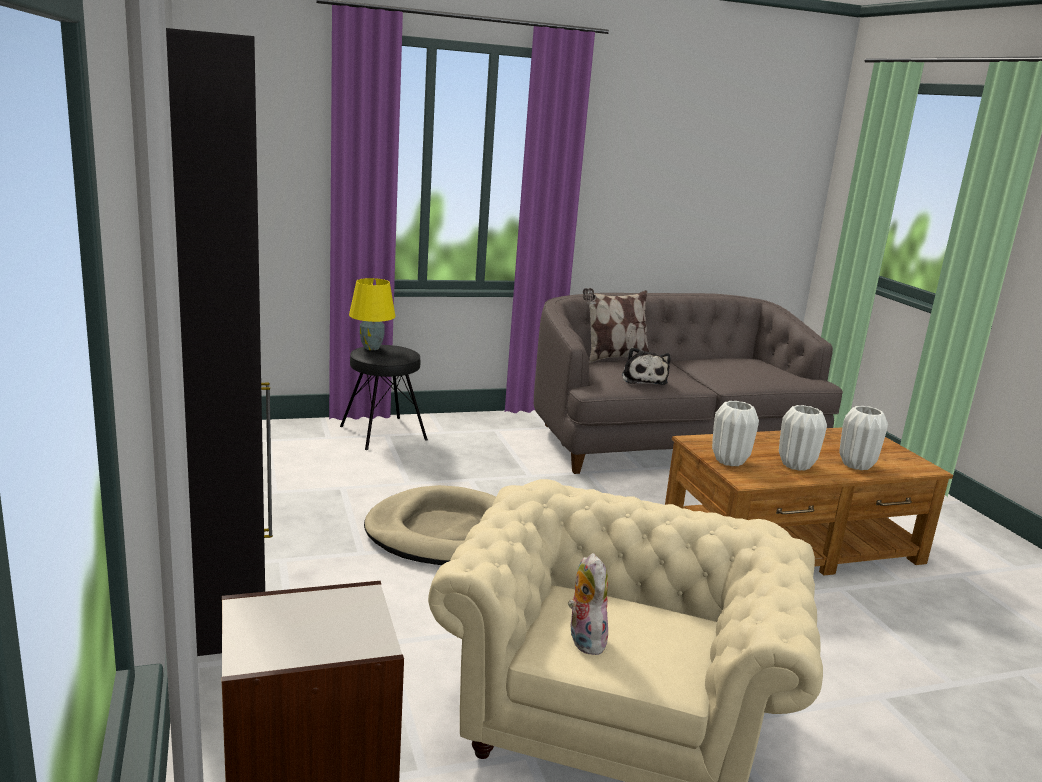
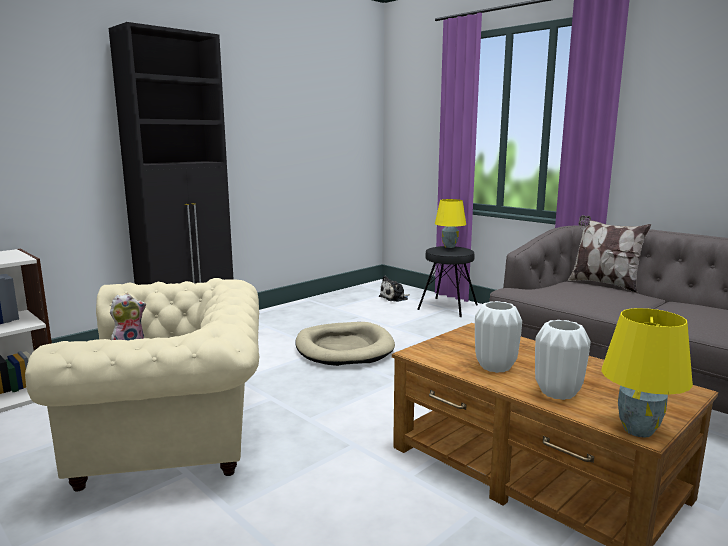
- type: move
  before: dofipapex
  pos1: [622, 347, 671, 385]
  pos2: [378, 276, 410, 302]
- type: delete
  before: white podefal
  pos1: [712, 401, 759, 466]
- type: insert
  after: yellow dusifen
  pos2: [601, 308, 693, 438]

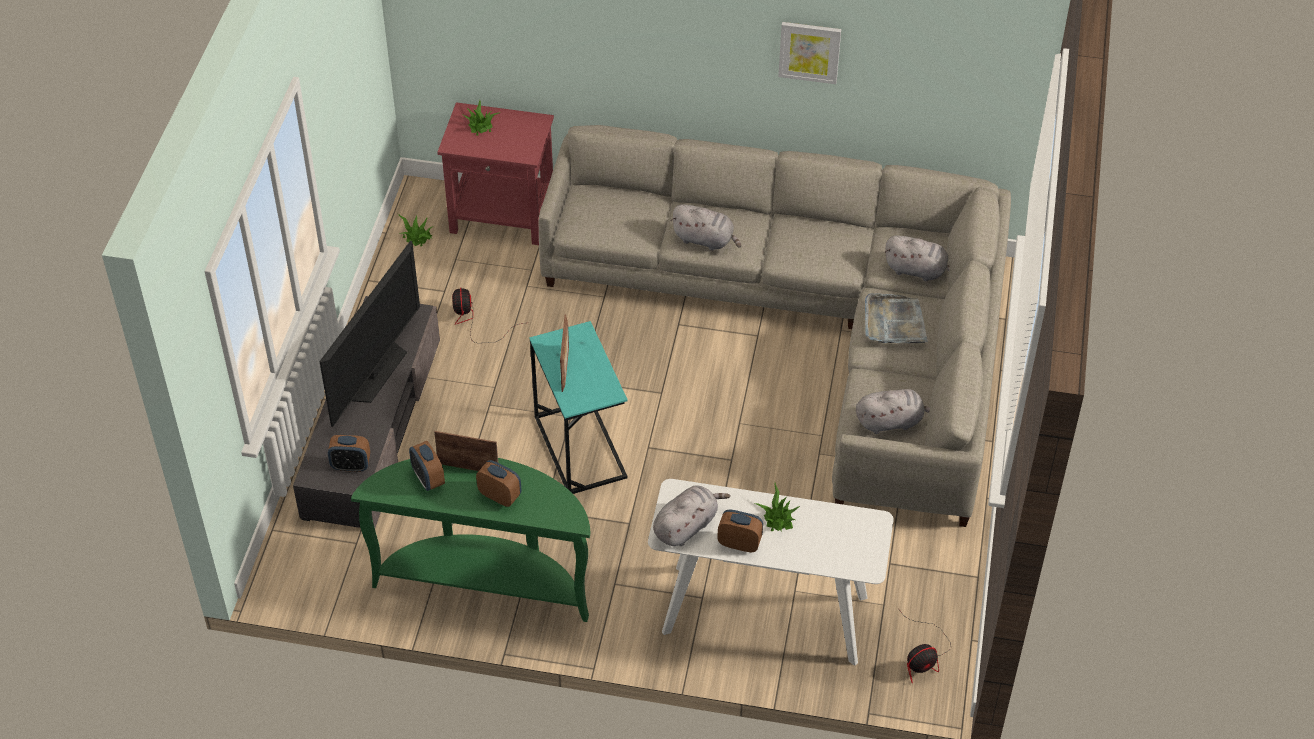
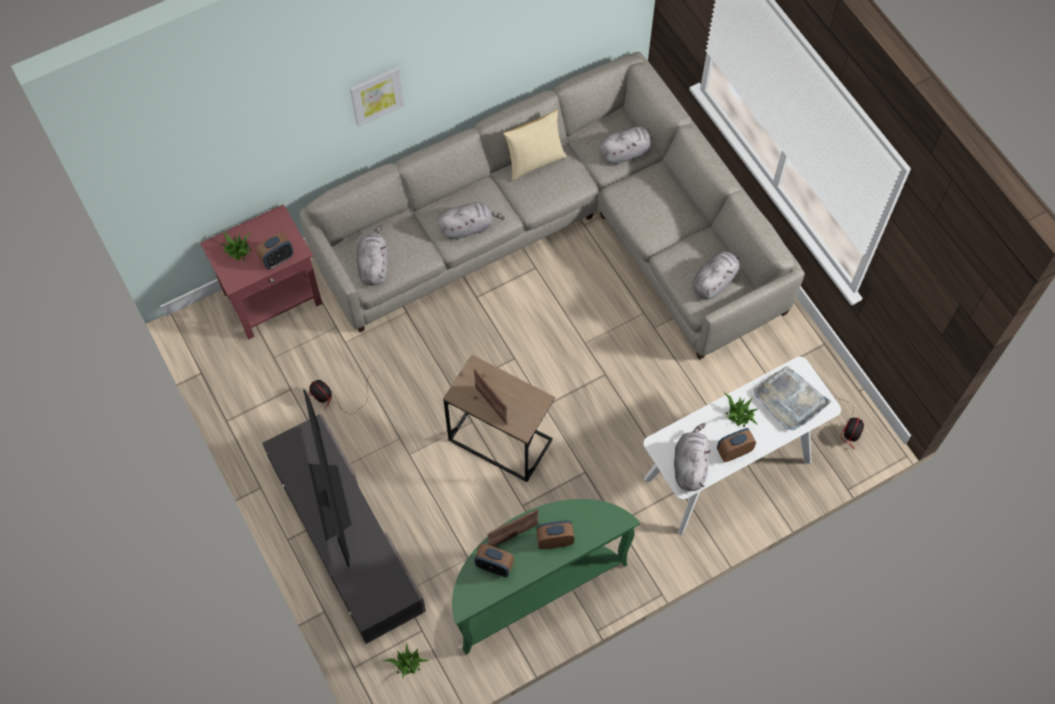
- type: move
  before: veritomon
  pos1: [328, 435, 370, 472]
  pos2: [256, 233, 293, 269]
- type: move
  before: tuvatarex
  pos1: [397, 213, 432, 246]
  pos2: [382, 643, 430, 679]
- type: recolor
  before: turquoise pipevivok
  after: brown pipevivok
  pos1: [529, 321, 628, 494]
  pos2: [443, 355, 555, 482]
- type: move
  before: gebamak
  pos1: [778, 22, 841, 84]
  pos2: [350, 66, 404, 127]
- type: move
  before: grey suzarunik
  pos1: [865, 294, 928, 343]
  pos2: [754, 366, 832, 430]
- type: insert
  after: grey dofipapex
  pos2: [357, 226, 388, 286]
- type: insert
  after: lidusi
  pos2: [503, 110, 567, 181]

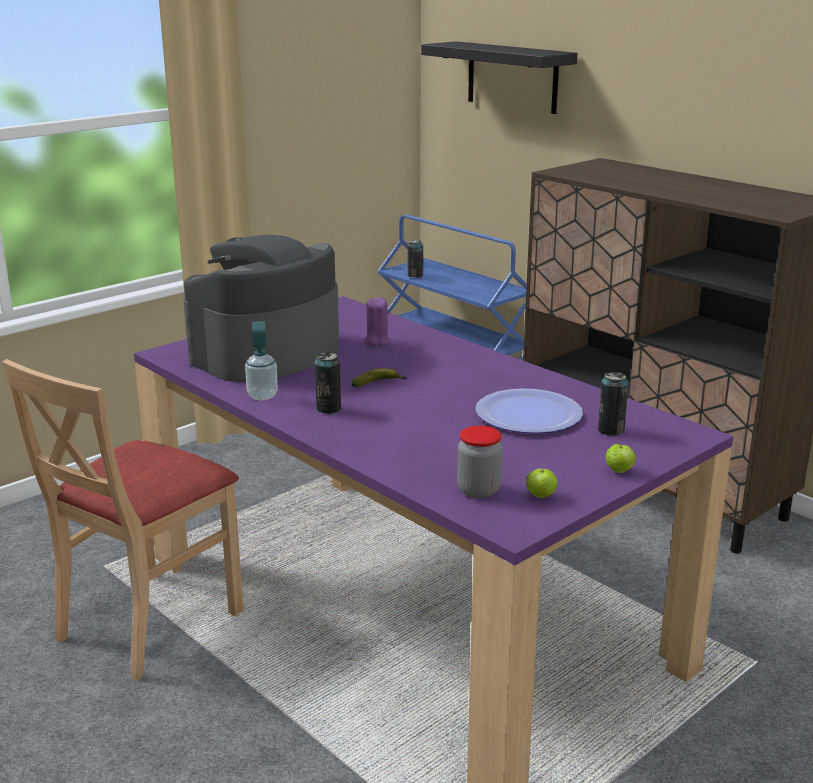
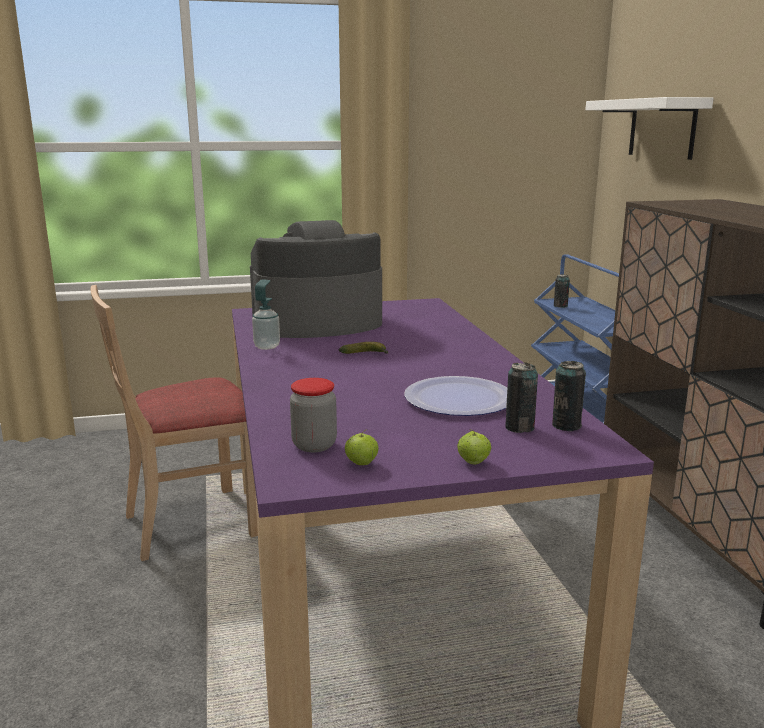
- type: move
  before: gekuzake
  pos1: [314, 352, 341, 414]
  pos2: [552, 361, 586, 431]
- type: delete
  before: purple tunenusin
  pos1: [364, 297, 390, 346]
- type: recolor
  before: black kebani
  after: white kebani
  pos1: [421, 41, 578, 114]
  pos2: [585, 97, 714, 160]

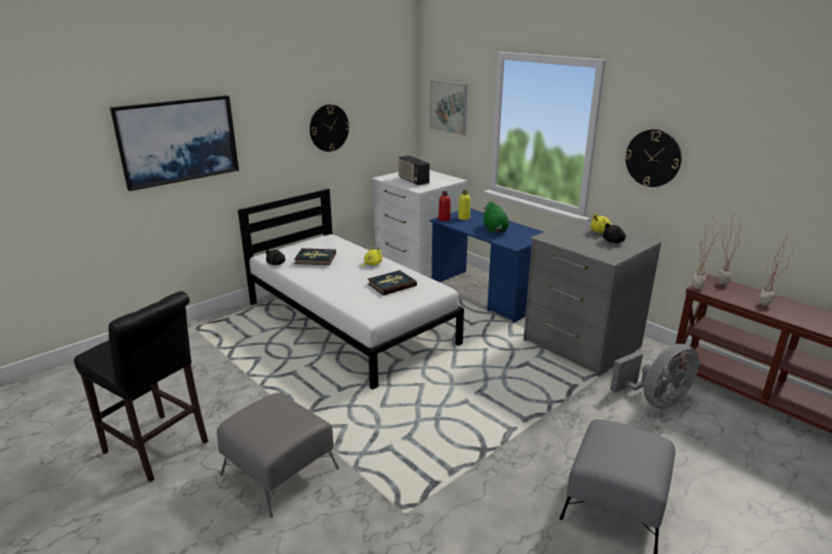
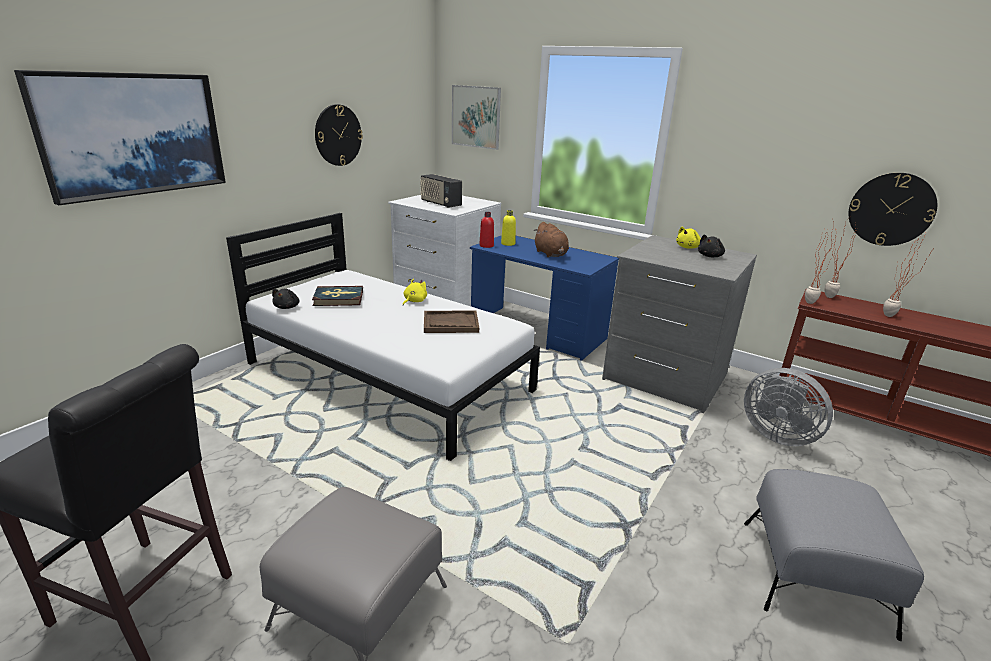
- type: replace
  before: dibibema
  after: brown suzarunik
  pos1: [368, 270, 417, 295]
  pos2: [424, 311, 479, 333]
- type: recolor
  before: green dofipapex
  after: brown dofipapex
  pos1: [483, 201, 509, 233]
  pos2: [533, 222, 569, 257]
- type: rotate
  before: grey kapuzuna
  pos1: [610, 344, 699, 409]
  pos2: [744, 368, 833, 446]
  turn: 90
- type: move
  before: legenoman
  pos1: [625, 129, 681, 187]
  pos2: [848, 173, 937, 246]

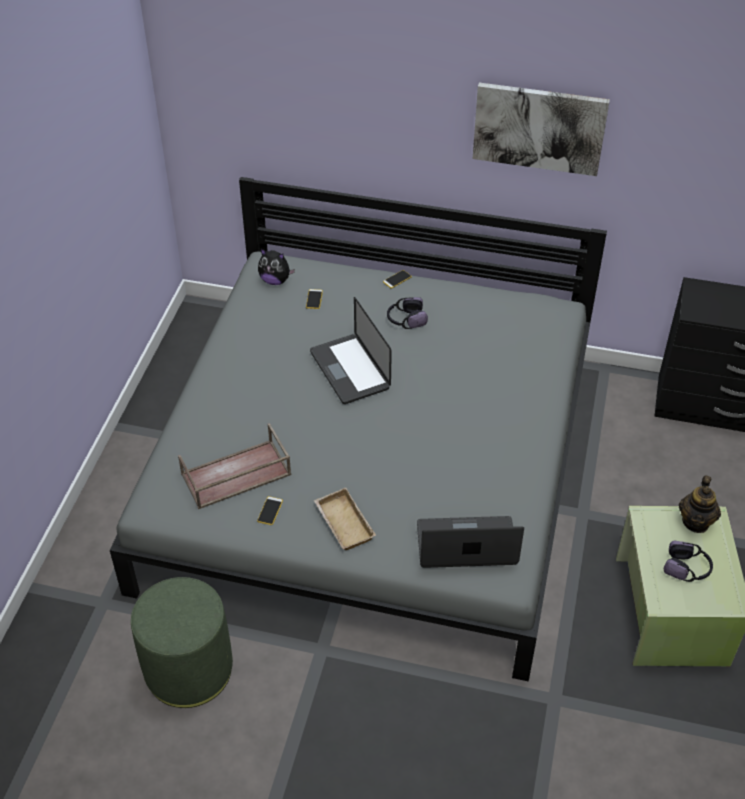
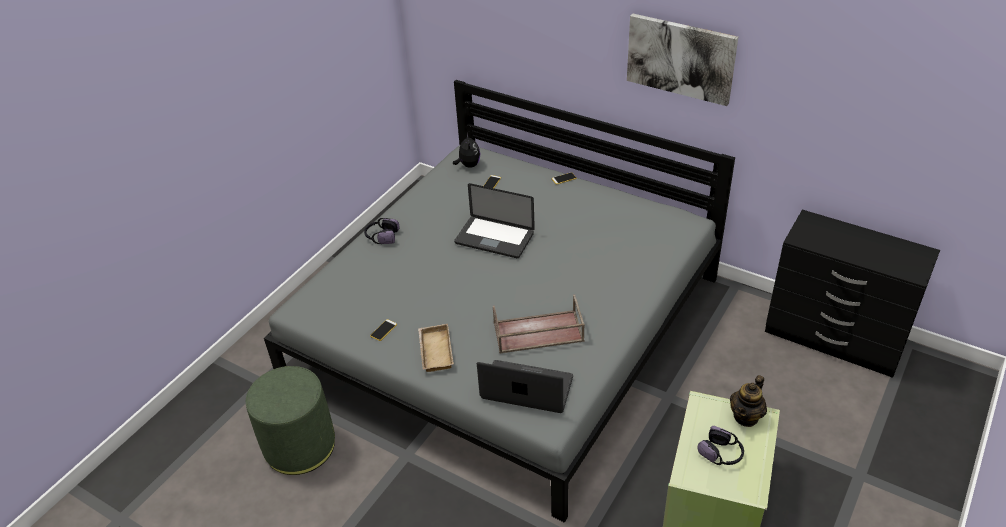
- type: move
  before: brown suzarunik
  pos1: [178, 423, 291, 509]
  pos2: [493, 295, 585, 354]
- type: rotate
  before: dofipapex
  pos1: [258, 249, 295, 285]
  pos2: [453, 133, 480, 168]
  turn: -135
- type: rotate
  before: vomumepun
  pos1: [310, 297, 392, 404]
  pos2: [454, 183, 535, 258]
  turn: -60
- type: move
  before: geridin
  pos1: [387, 297, 428, 329]
  pos2: [364, 218, 399, 244]

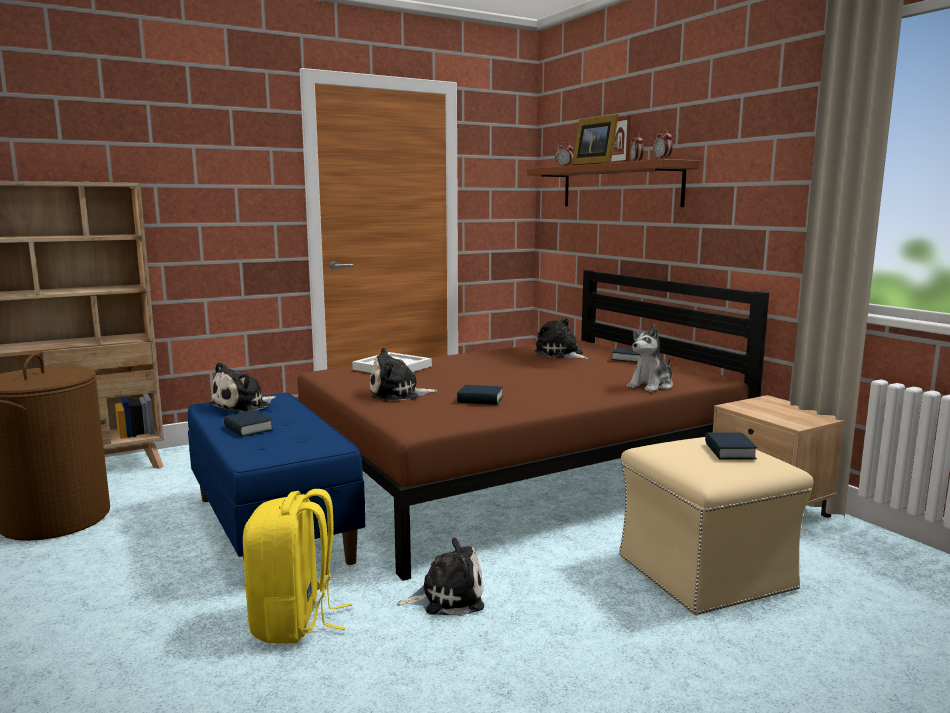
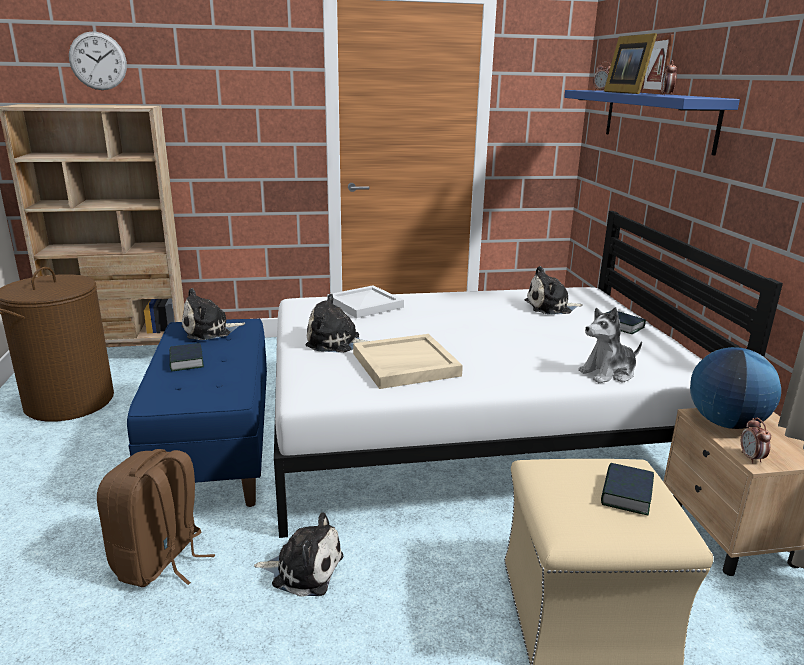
- type: recolor
  before: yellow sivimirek
  after: brown sivimirek
  pos1: [243, 489, 352, 643]
  pos2: [97, 449, 215, 587]
- type: recolor
  before: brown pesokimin
  after: white pesokimin
  pos1: [297, 270, 769, 581]
  pos2: [274, 211, 783, 538]
- type: replace
  before: dibibema
  after: beige suzarunik
  pos1: [457, 385, 503, 405]
  pos2: [353, 334, 463, 389]
- type: recolor
  before: brown kebani
  after: blue kebani
  pos1: [527, 159, 700, 207]
  pos2: [564, 90, 740, 156]
- type: rotate
  before: dofipapex
  pos1: [534, 317, 589, 359]
  pos2: [525, 266, 583, 314]
  turn: -75
- type: move
  before: veritomon
  pos1: [654, 129, 673, 159]
  pos2: [741, 418, 771, 464]
- type: insert
  after: legenoman
  pos2: [69, 31, 127, 90]
- type: insert
  after: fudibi
  pos2: [690, 347, 781, 429]

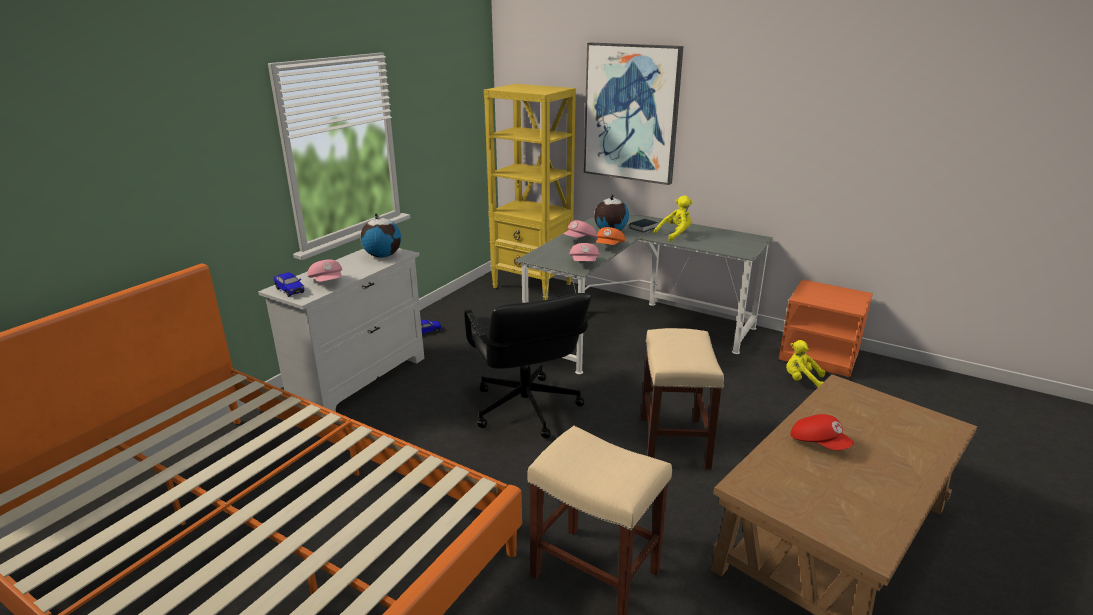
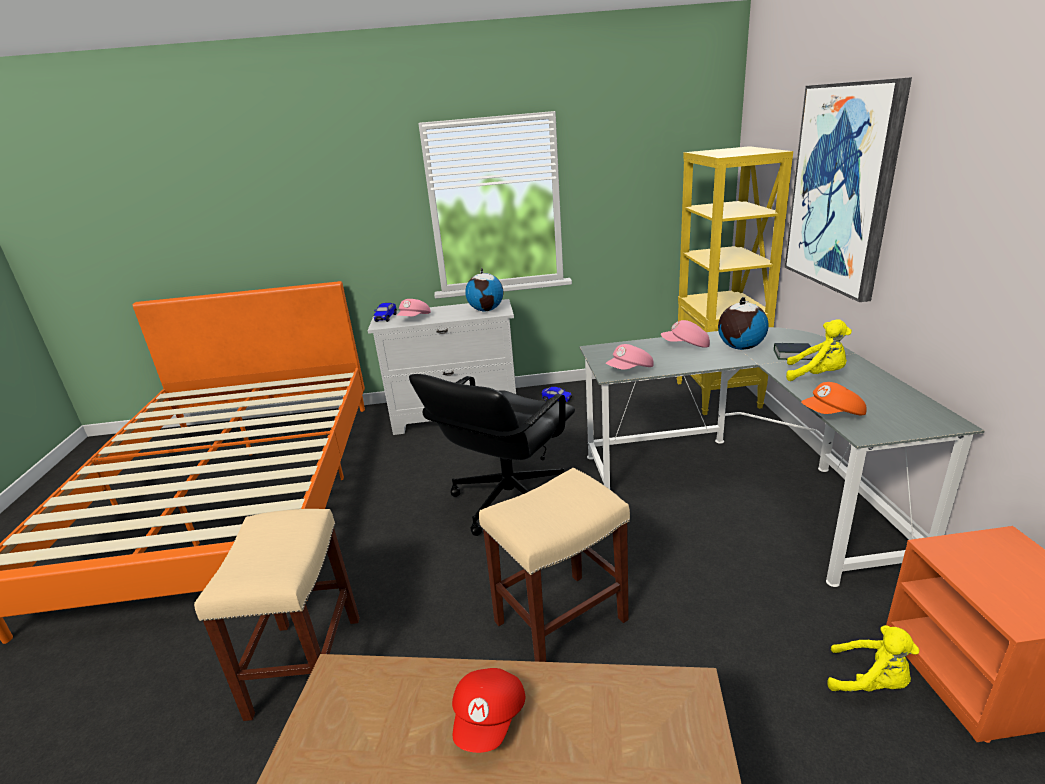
- type: move
  before: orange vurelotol
  pos1: [596, 227, 625, 245]
  pos2: [801, 382, 867, 415]
- type: rotate
  before: yellow dofipapex
  pos1: [786, 340, 825, 387]
  pos2: [827, 625, 920, 691]
  turn: 135

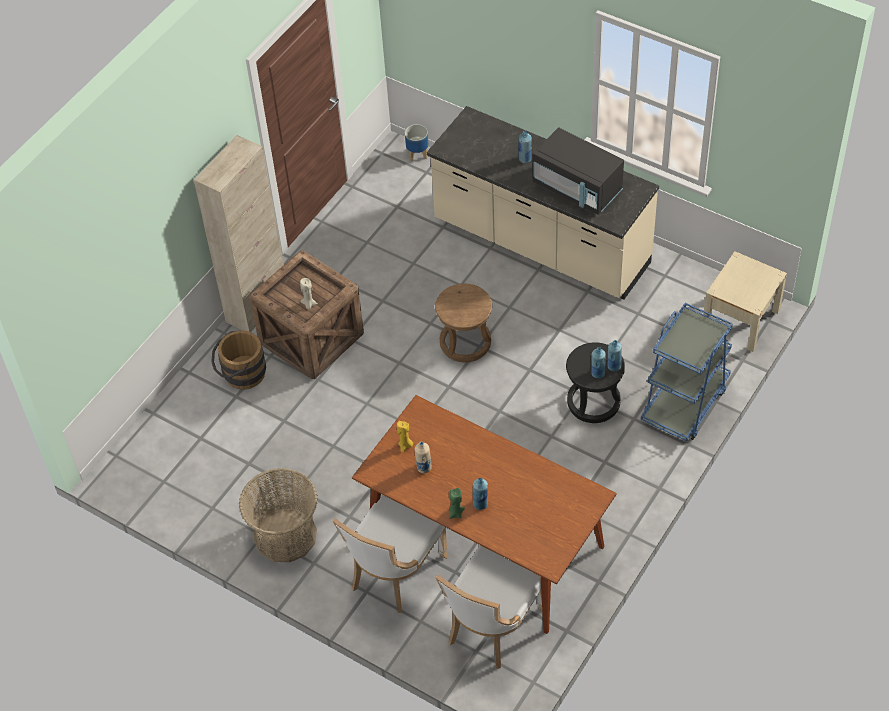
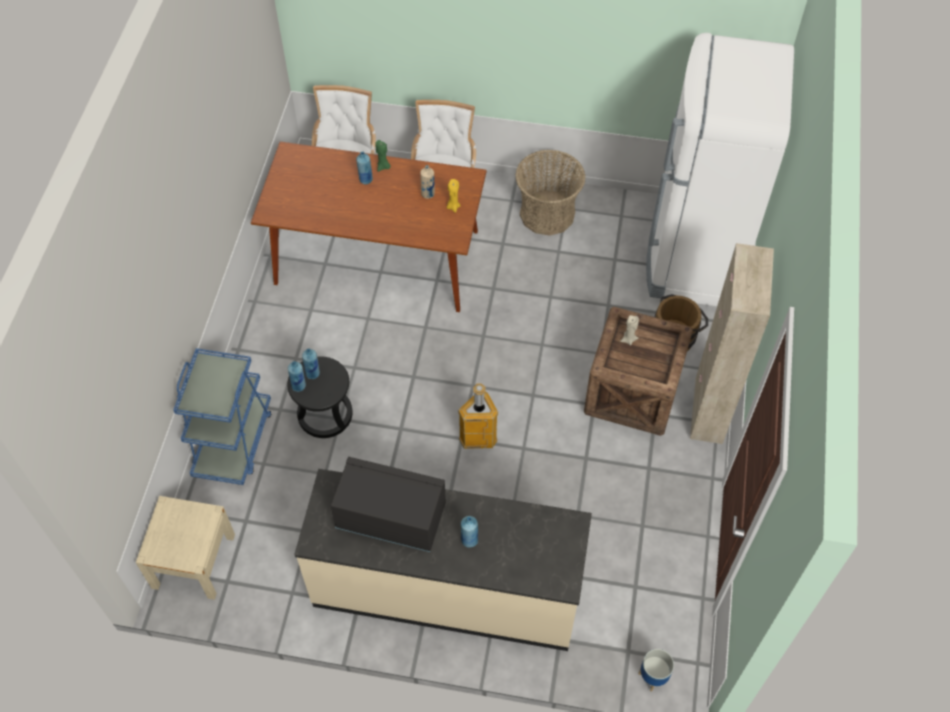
- type: replace
  before: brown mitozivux
  after: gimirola
  pos1: [435, 284, 492, 362]
  pos2: [458, 383, 498, 449]
- type: insert
  after: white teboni
  pos2: [646, 33, 794, 306]

